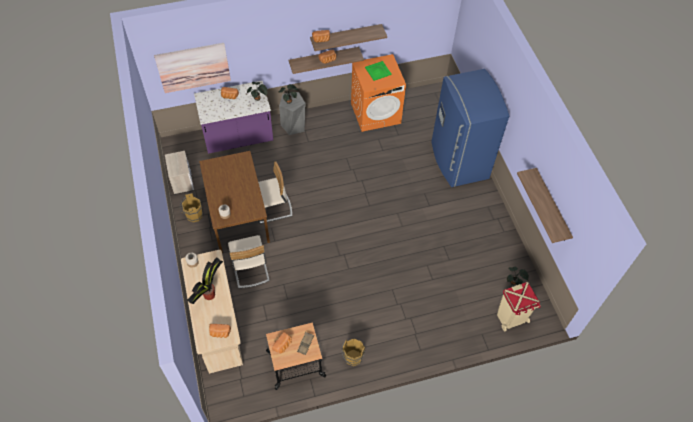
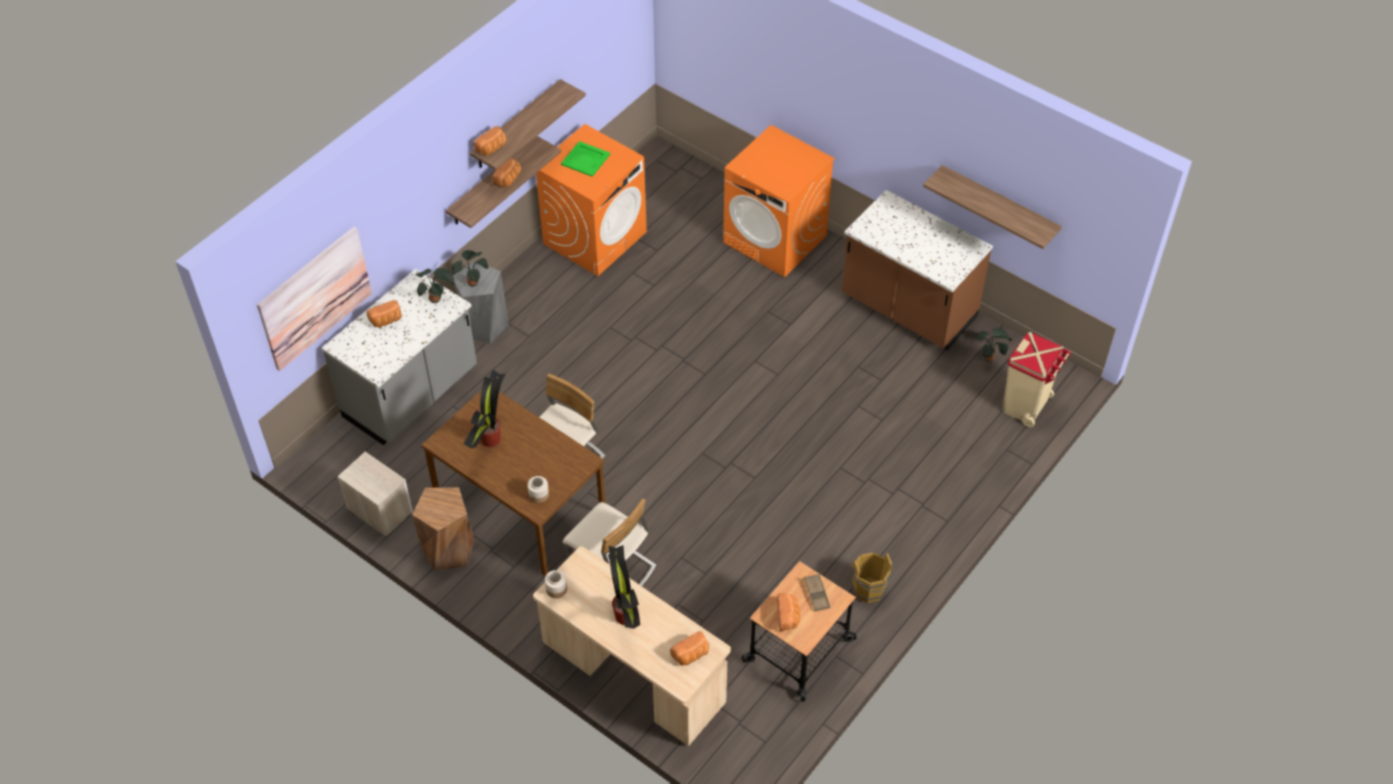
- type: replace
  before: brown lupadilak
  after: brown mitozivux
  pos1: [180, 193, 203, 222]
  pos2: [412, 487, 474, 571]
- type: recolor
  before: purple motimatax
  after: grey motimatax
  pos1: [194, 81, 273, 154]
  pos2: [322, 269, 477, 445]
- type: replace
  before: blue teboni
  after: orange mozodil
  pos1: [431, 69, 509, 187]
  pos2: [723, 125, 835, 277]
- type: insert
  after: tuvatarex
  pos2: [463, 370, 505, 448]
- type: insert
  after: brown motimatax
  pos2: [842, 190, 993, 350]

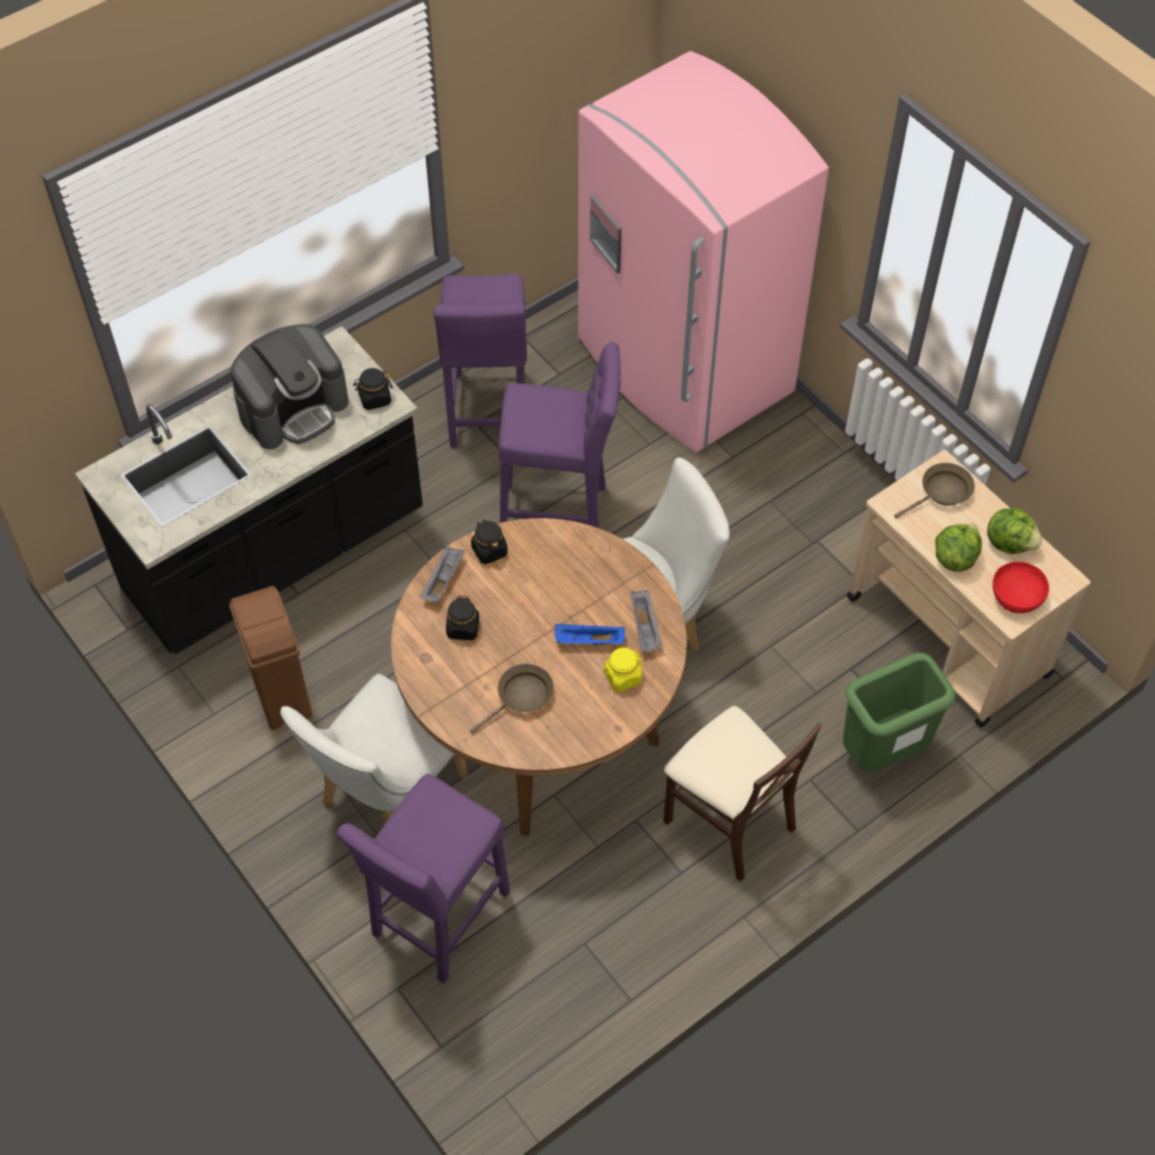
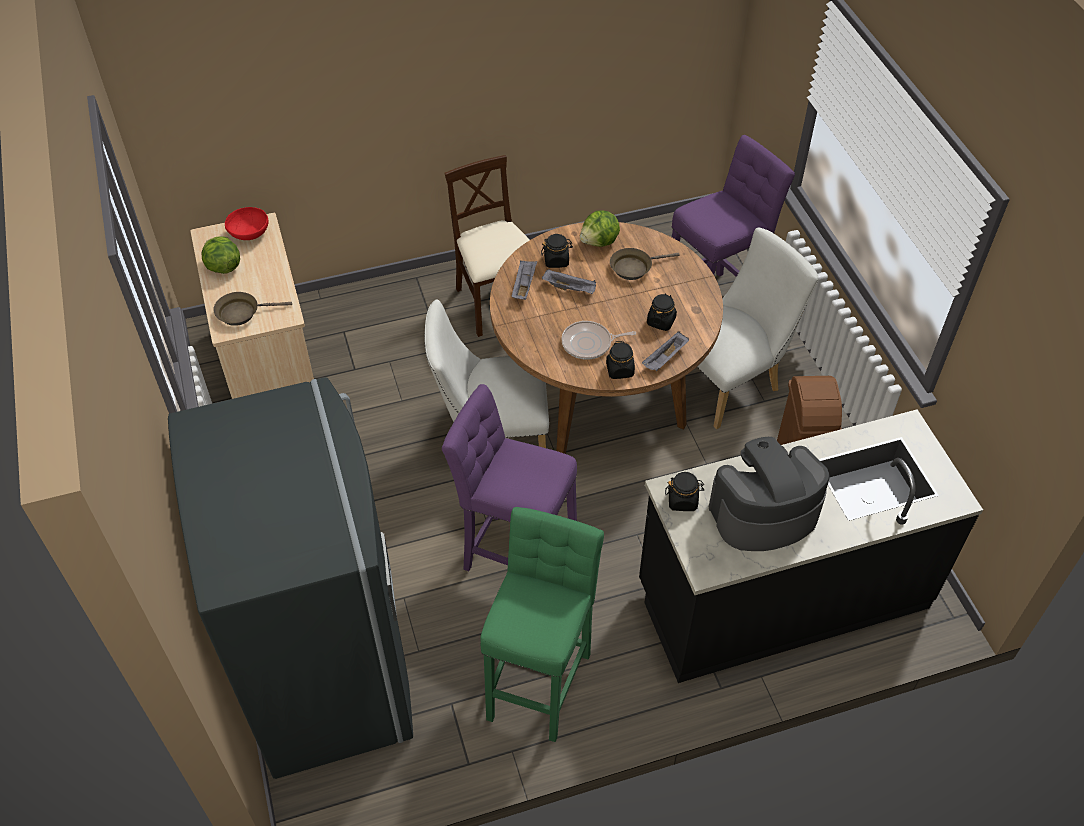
- type: recolor
  before: purple mitozivux
  after: green mitozivux
  pos1: [433, 274, 527, 448]
  pos2: [481, 507, 604, 742]
- type: recolor
  before: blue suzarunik
  after: grey suzarunik
  pos1: [555, 624, 625, 645]
  pos2: [542, 269, 596, 294]
- type: recolor
  before: pink teboni
  after: grey teboni
  pos1: [578, 51, 829, 453]
  pos2: [168, 377, 413, 779]
- type: recolor
  before: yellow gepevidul
  after: black gepevidul
  pos1: [603, 648, 643, 692]
  pos2: [541, 234, 573, 268]
- type: delete
  before: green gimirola
  pos1: [843, 653, 955, 772]
- type: move
  before: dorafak
  pos1: [935, 523, 982, 572]
  pos2: [580, 210, 620, 247]
- type: insert
  after: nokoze
  pos2: [561, 321, 636, 360]

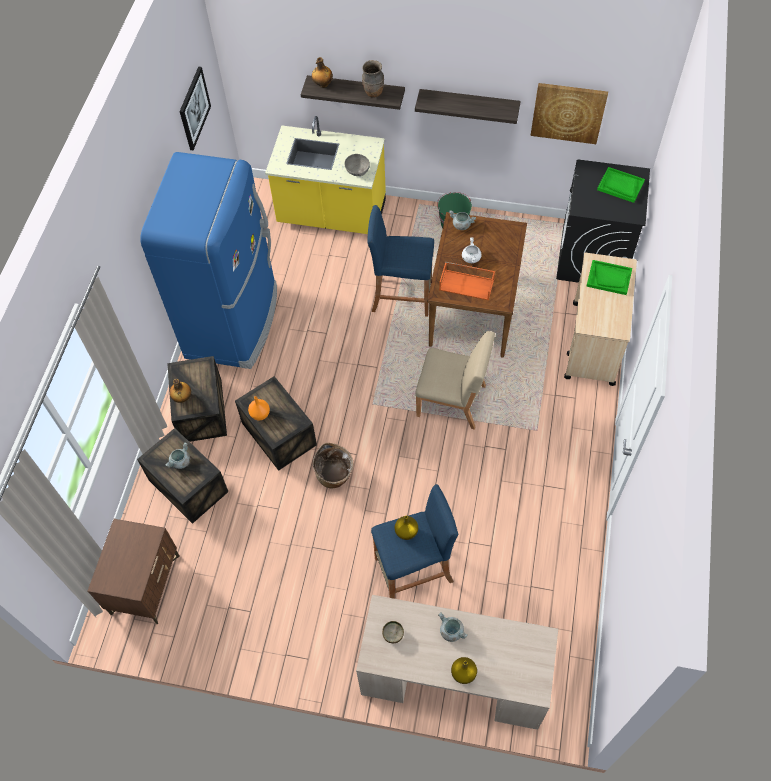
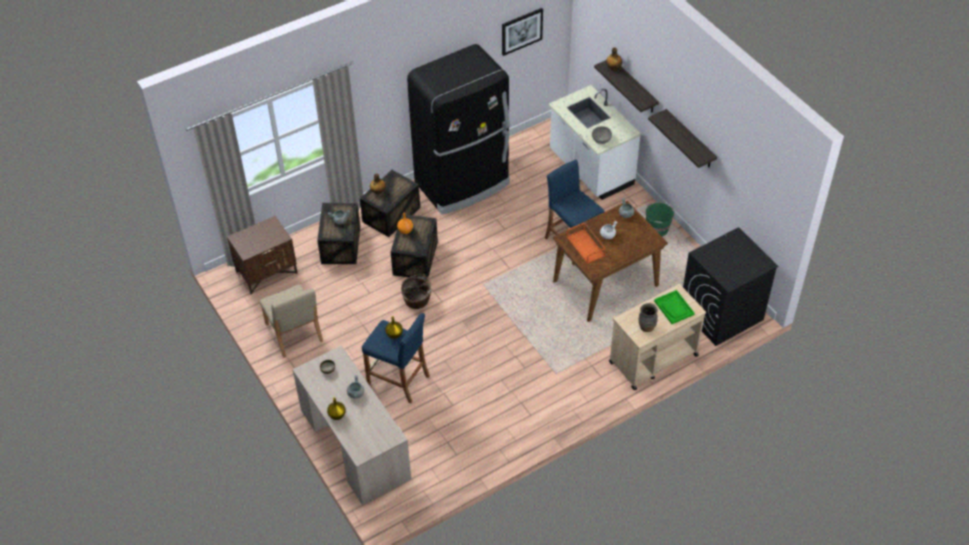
- type: recolor
  before: blue teboni
  after: black teboni
  pos1: [140, 152, 277, 369]
  pos2: [407, 44, 510, 214]
- type: recolor
  before: yellow motimatax
  after: white motimatax
  pos1: [265, 116, 386, 234]
  pos2: [548, 85, 641, 200]
- type: move
  before: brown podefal
  pos1: [362, 60, 384, 98]
  pos2: [638, 303, 658, 332]
- type: move
  before: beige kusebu
  pos1: [415, 331, 495, 430]
  pos2: [260, 284, 323, 358]
- type: delete
  before: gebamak
  pos1: [530, 83, 608, 144]
- type: delete
  before: green suzarunik
  pos1: [597, 167, 645, 203]

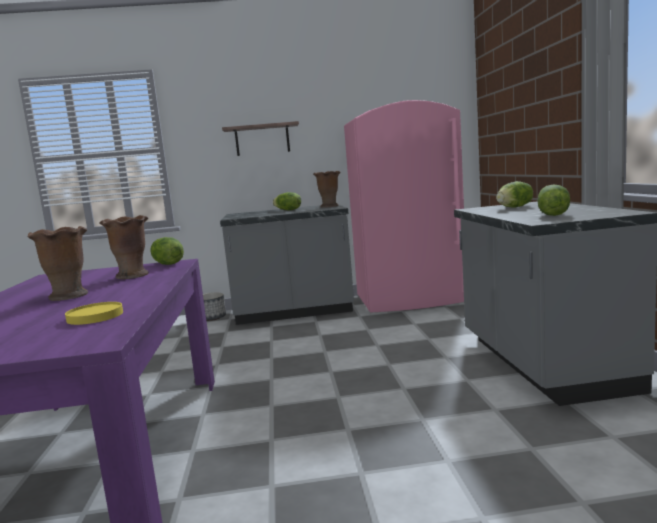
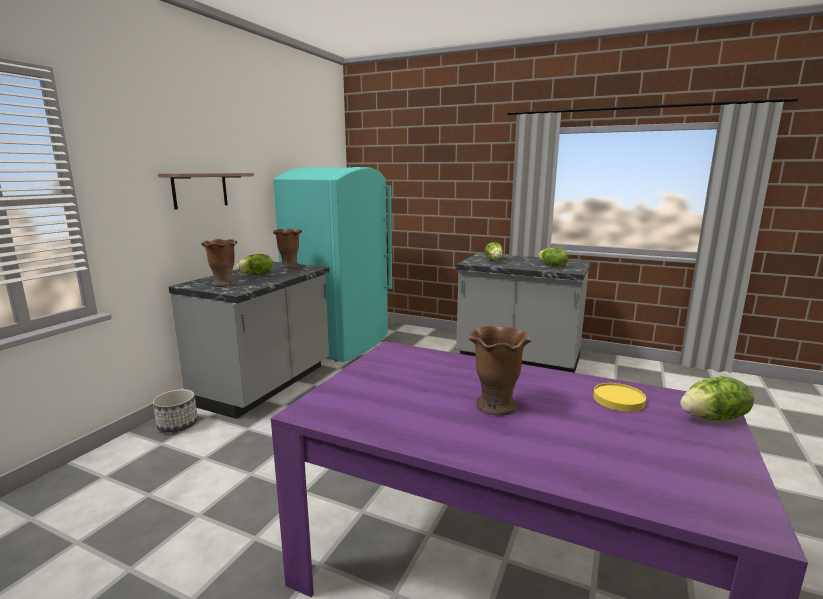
- type: move
  before: brown podefal
  pos1: [99, 215, 149, 279]
  pos2: [201, 239, 237, 286]
- type: move
  before: dorafak
  pos1: [150, 237, 184, 265]
  pos2: [680, 377, 754, 421]
- type: recolor
  before: pink teboni
  after: turquoise teboni
  pos1: [344, 100, 464, 313]
  pos2: [273, 167, 392, 362]

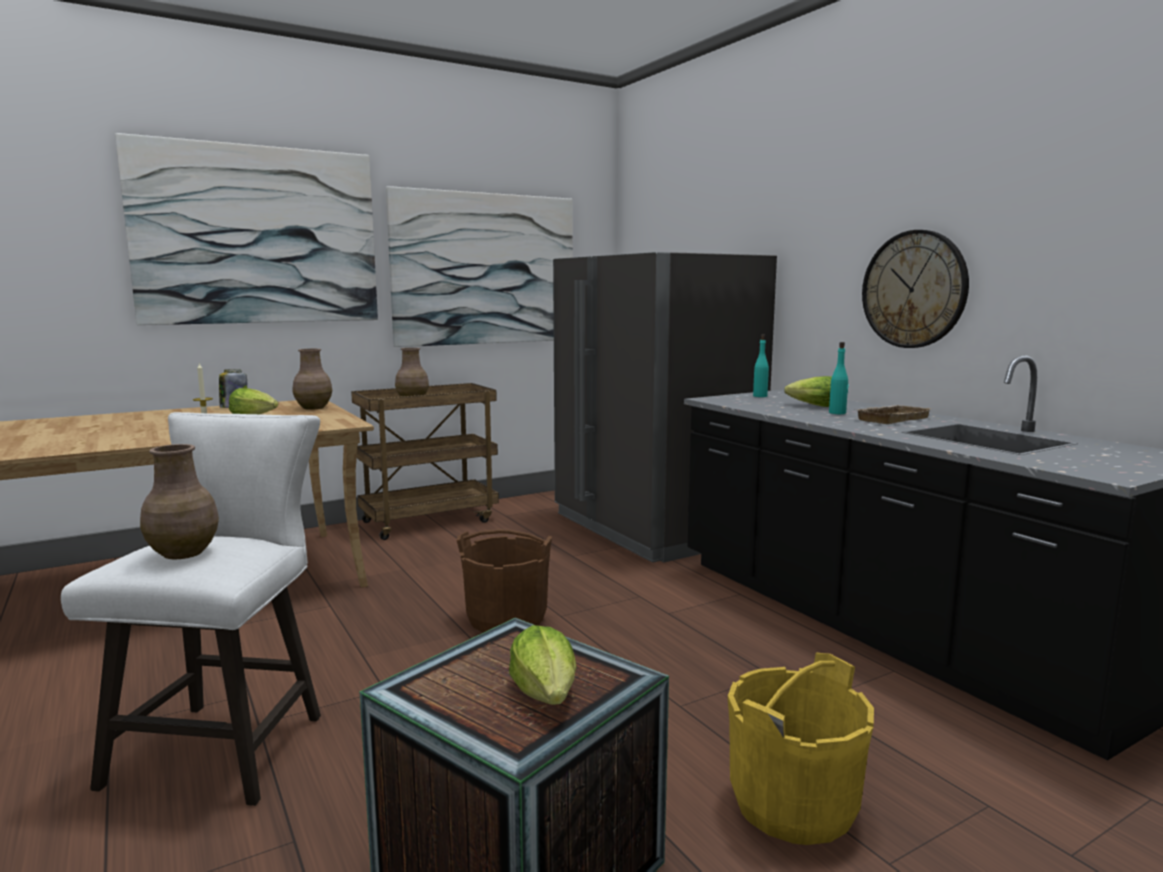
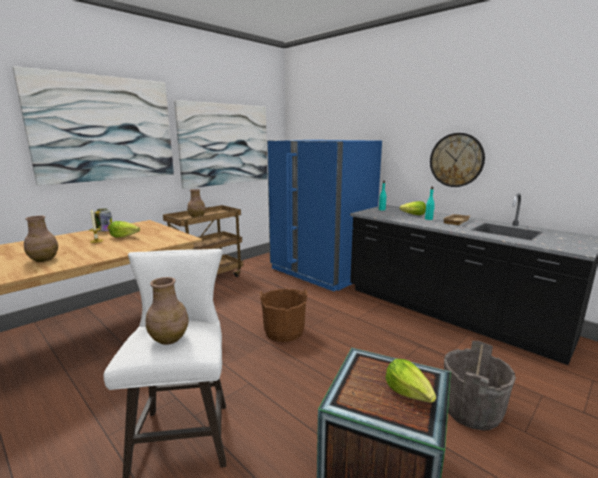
- type: move
  before: brown podefal
  pos1: [293, 349, 332, 410]
  pos2: [24, 216, 58, 262]
- type: recolor
  before: grey teboni
  after: blue teboni
  pos1: [553, 252, 777, 563]
  pos2: [267, 140, 382, 291]
- type: recolor
  before: yellow lupadilak
  after: grey lupadilak
  pos1: [728, 653, 874, 845]
  pos2: [444, 341, 516, 431]

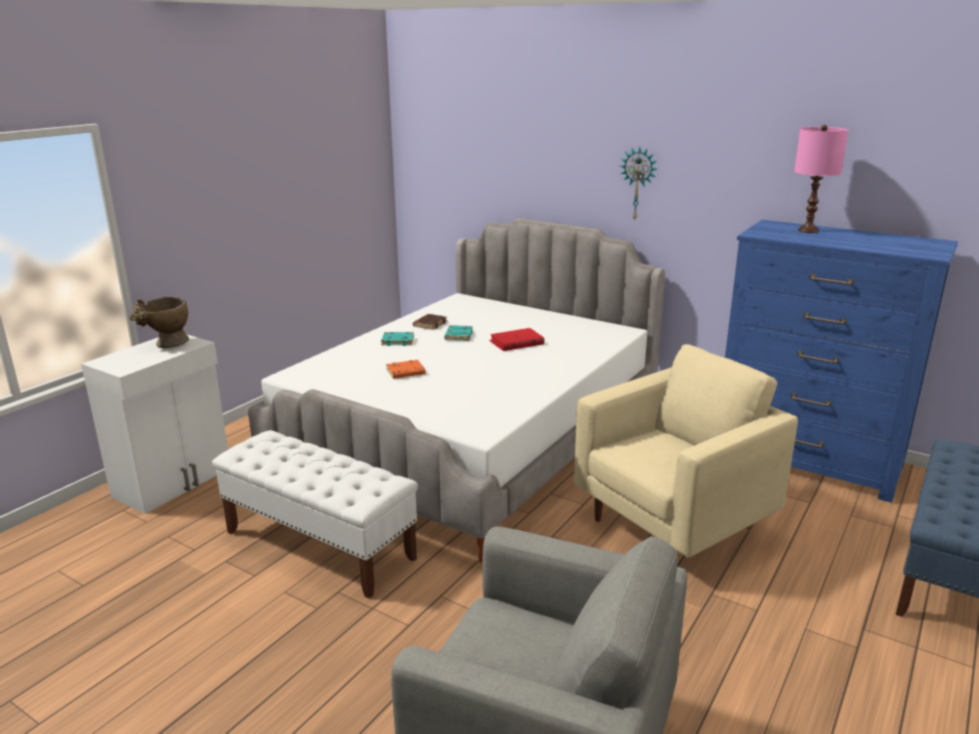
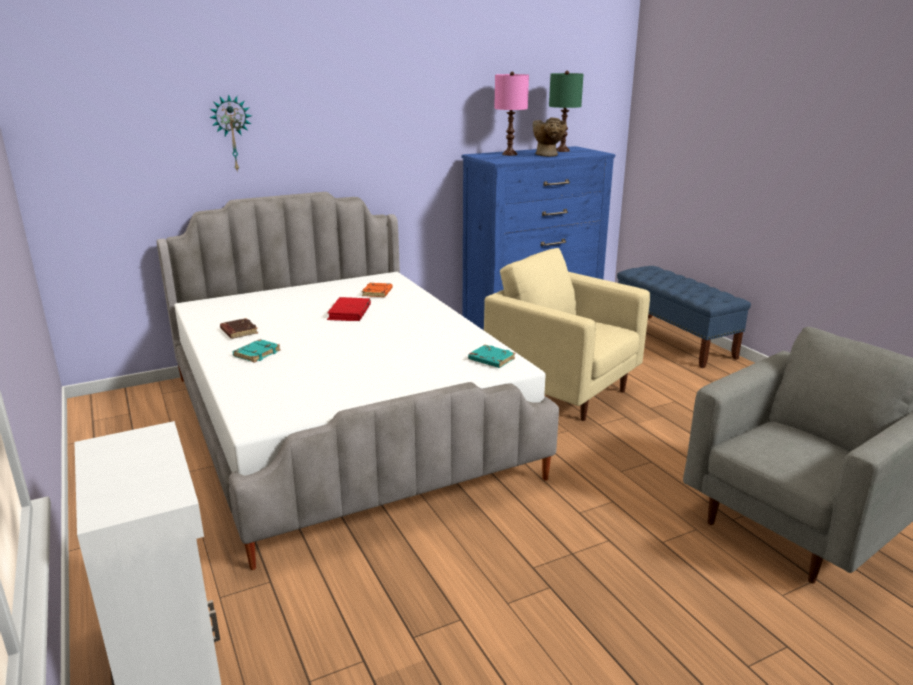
- type: move
  before: beige podefal
  pos1: [130, 297, 189, 348]
  pos2: [533, 117, 567, 157]
- type: delete
  before: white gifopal
  pos1: [212, 430, 418, 599]
- type: move
  before: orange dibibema
  pos1: [386, 360, 426, 379]
  pos2: [362, 283, 392, 297]
- type: move
  before: turquoise dibibema
  pos1: [444, 325, 473, 341]
  pos2: [468, 345, 515, 368]
- type: rotate
  before: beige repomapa
  pos1: [574, 344, 798, 558]
  pos2: [484, 248, 650, 421]
  turn: -45
- type: move
  before: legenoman
  pos1: [620, 147, 657, 221]
  pos2: [209, 94, 252, 173]
- type: insert
  after: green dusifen
  pos2: [549, 71, 584, 152]

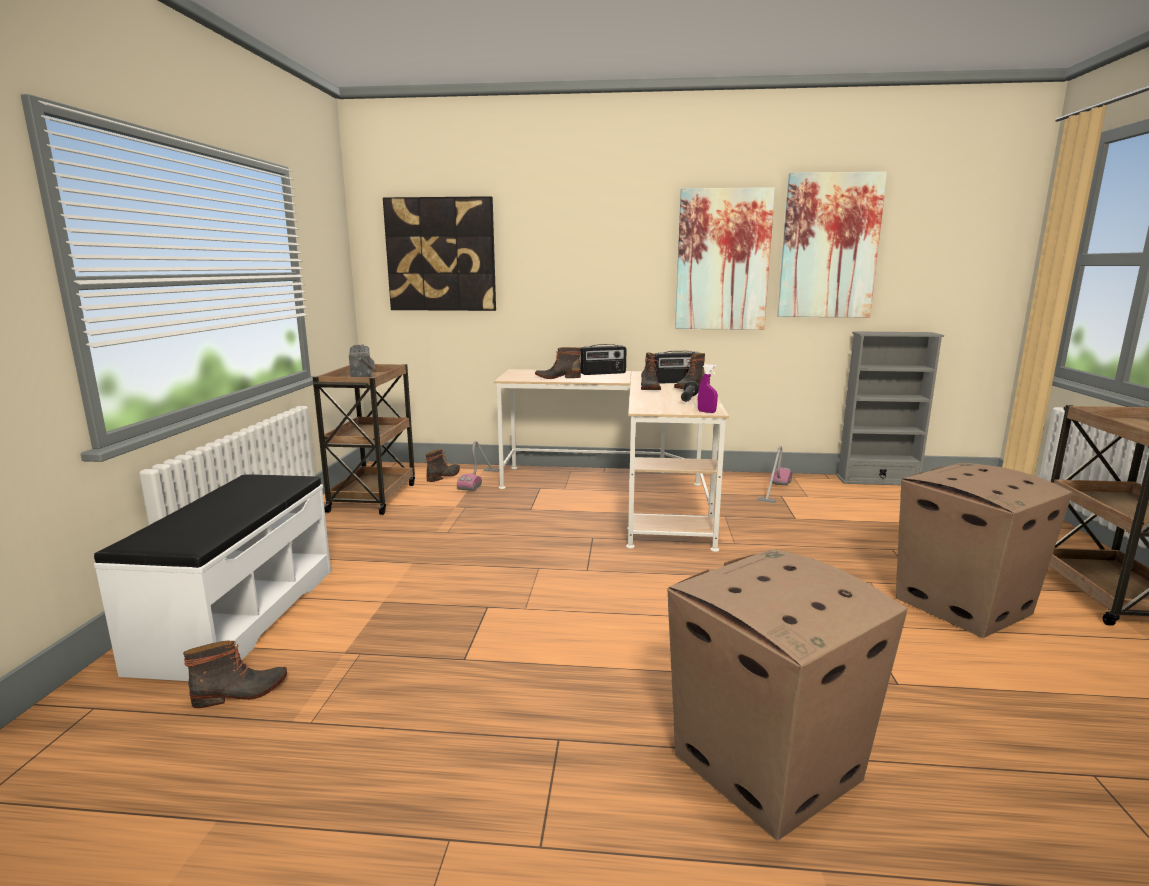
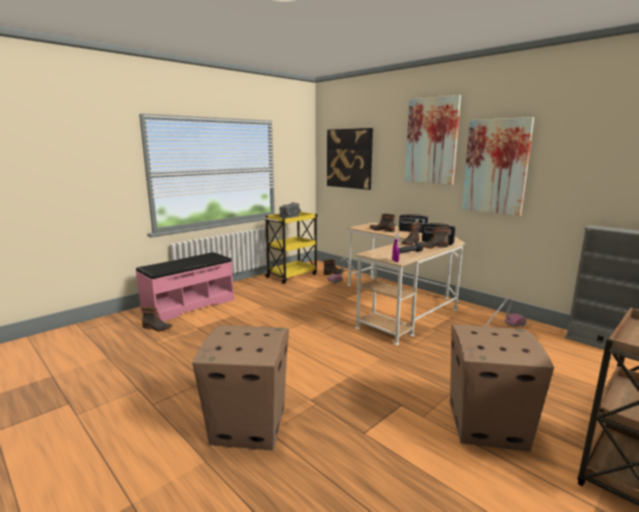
- type: recolor
  before: white gifopal
  after: pink gifopal
  pos1: [94, 474, 331, 681]
  pos2: [136, 252, 234, 321]
- type: recolor
  before: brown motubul
  after: yellow motubul
  pos1: [313, 364, 415, 515]
  pos2: [263, 212, 318, 284]
- type: move
  before: gebamak
  pos1: [777, 171, 887, 317]
  pos2: [405, 95, 461, 185]

